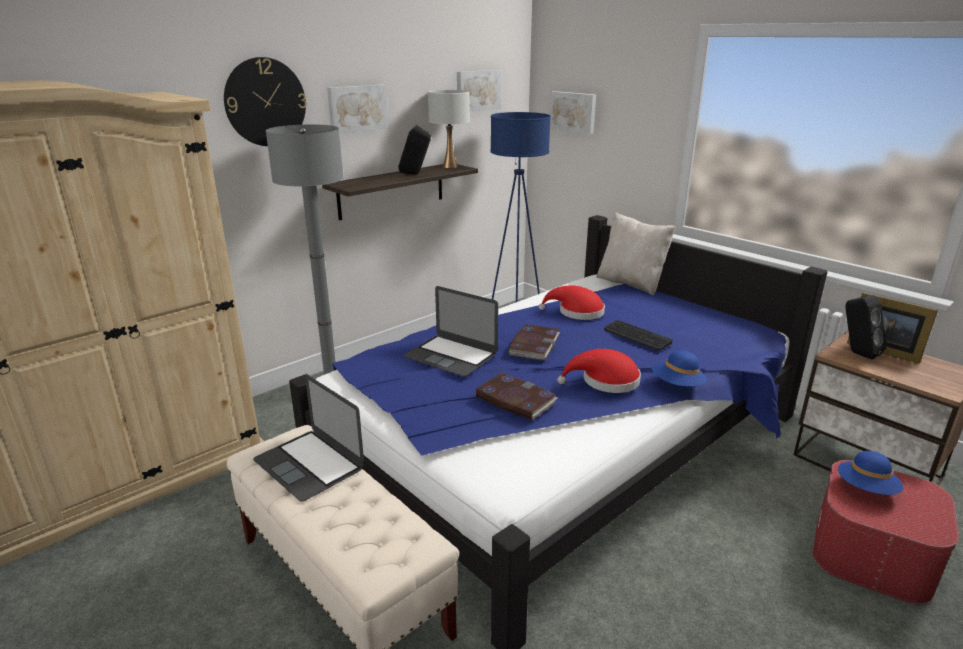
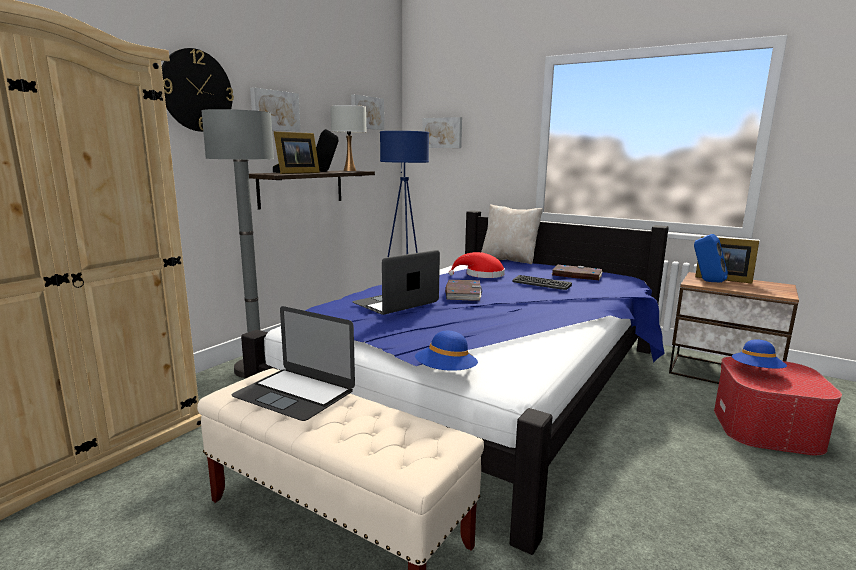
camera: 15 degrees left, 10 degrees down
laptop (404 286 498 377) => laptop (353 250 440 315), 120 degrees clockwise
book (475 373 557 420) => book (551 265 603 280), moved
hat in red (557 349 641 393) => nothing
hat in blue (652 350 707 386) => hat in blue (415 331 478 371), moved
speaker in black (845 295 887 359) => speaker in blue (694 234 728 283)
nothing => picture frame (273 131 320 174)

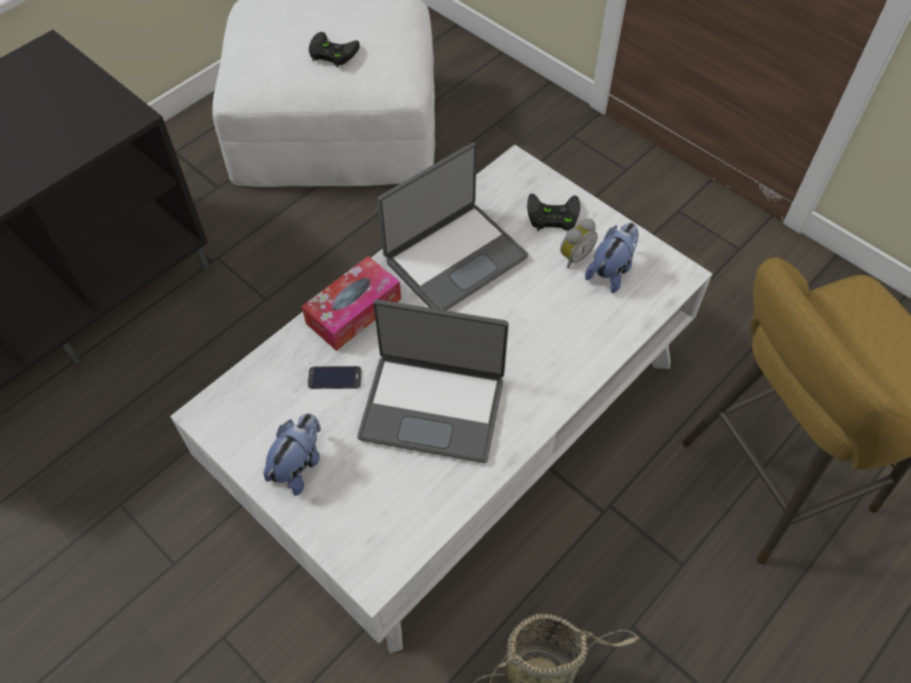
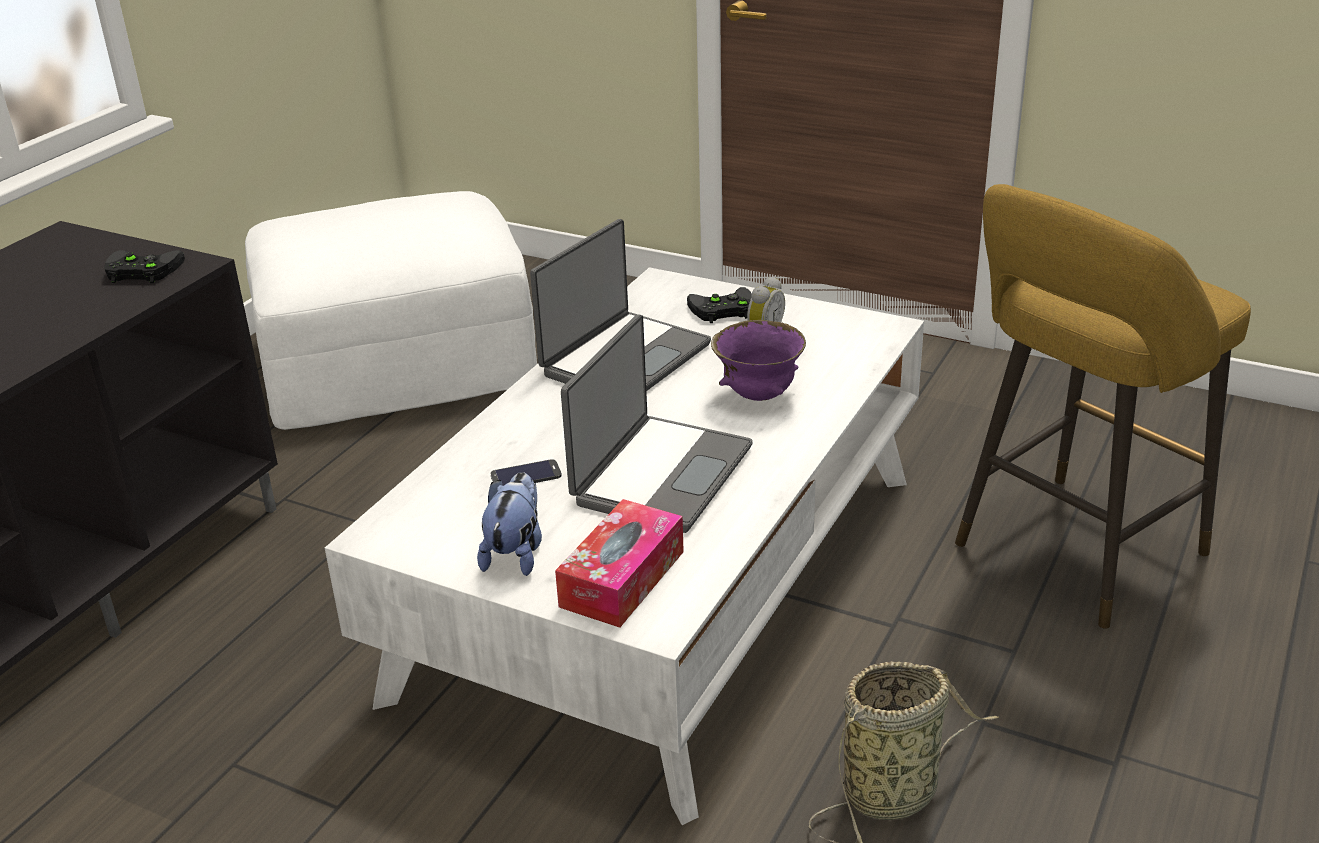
camera: 15 degrees left, 25 degrees down
tissue box (302 256 401 351) => tissue box (555 499 684 628), moved
game controller in black (309 32 360 67) => game controller in black (104 250 185 283), moved
laptop (357 299 509 463) => laptop (561 314 752 533), 60 degrees counterclockwise
plush toy (585 223 639 293) => nothing
nothing => bowl in purple (711 320 806 401)

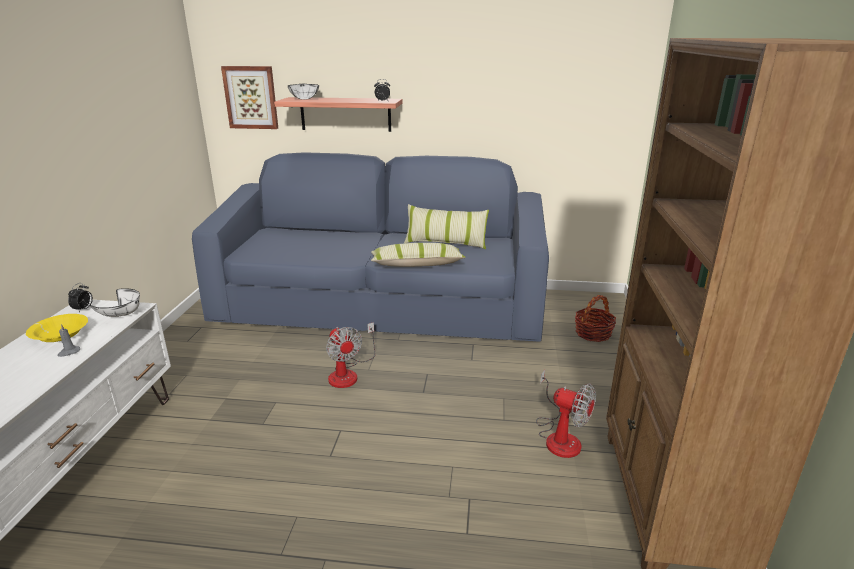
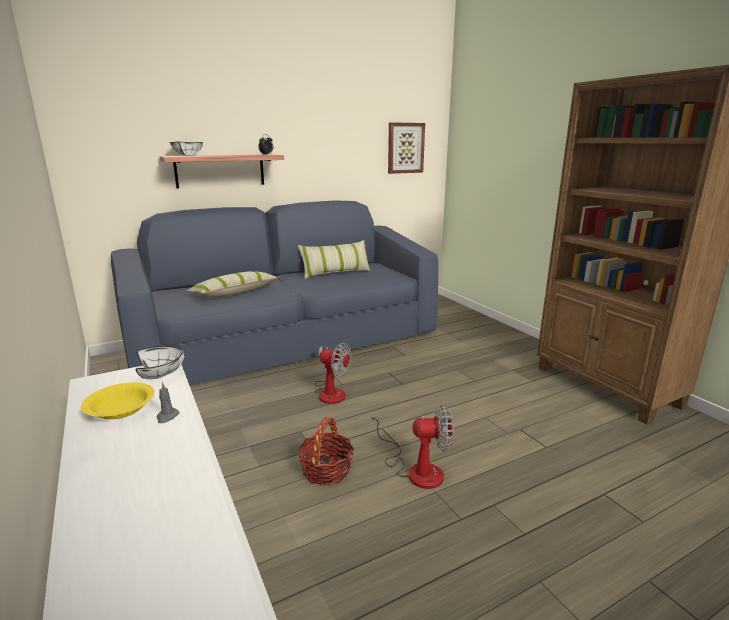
camera: 35 degrees left, 5 degrees down
alarm clock (68 283 93 312) => nothing
picture (221 66 278 129) => picture (388 122 425 174), moved
pillow (371 243 466 267) => pillow (187 271 279 298), moved
fan (536 370 596 458) => fan (371 405 454 489), moved
basket (575 295 616 342) => basket (298 417 354 486), moved

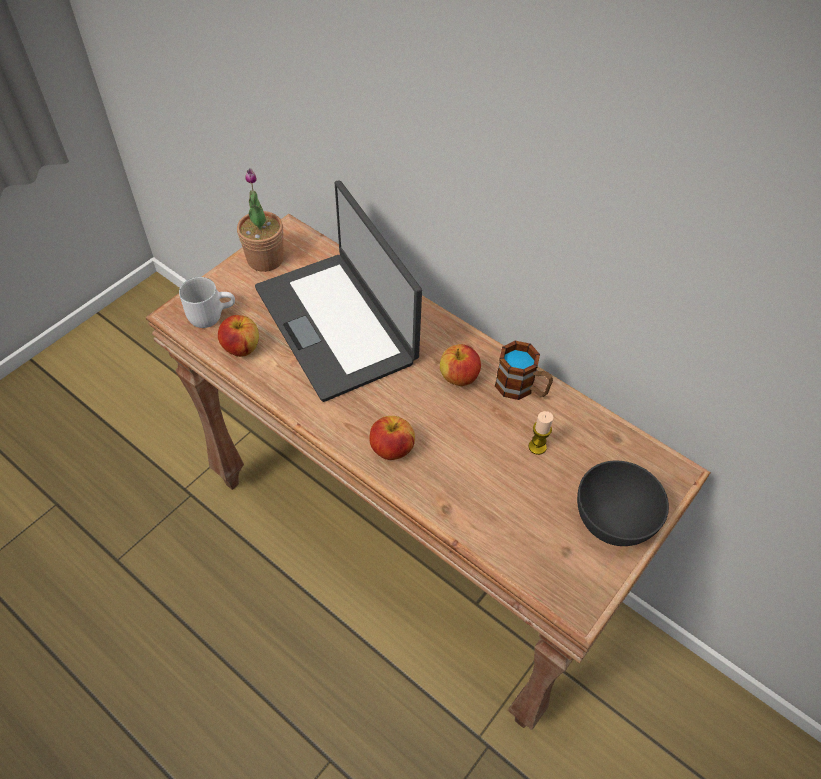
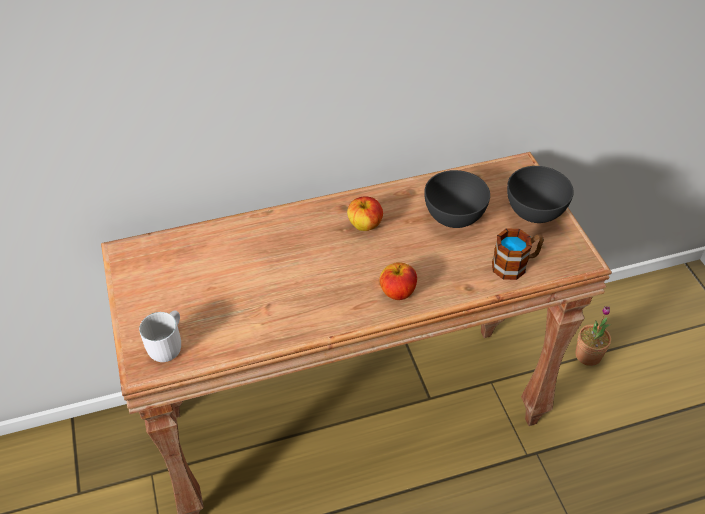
camera: 55 degrees left, 5 degrees down
apple (218 315 259 357) => nothing
potted plant (237 168 284 272) => potted plant (575 306 611 366), moved
laptop (255 180 422 402) => nothing
mug (495 341 553 400) => mug (492 228 544 280), moved
candle (528 411 553 455) => bowl in grey (424 170 490 228)

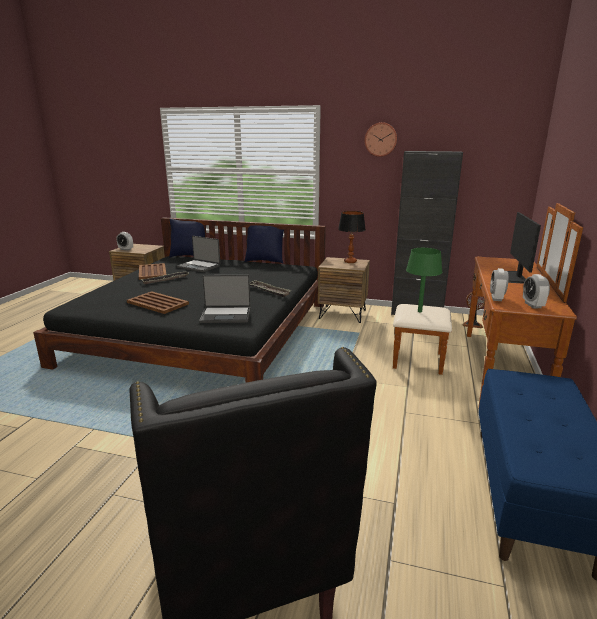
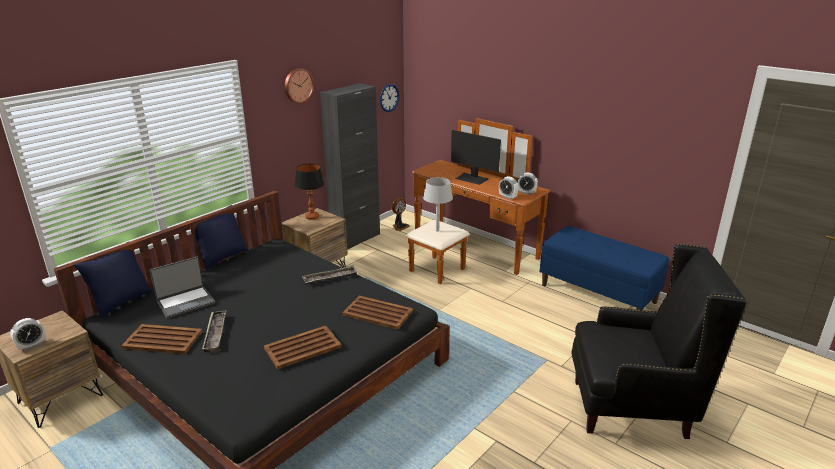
camera: 65 degrees left, 5 degrees up
laptop (199 275 251 323) => tray in brown (342 296 413 330)
table lamp in green (406 248 443 312) => table lamp in grey (423 177 453 232)
nothing => wall clock (380 84 399 112)

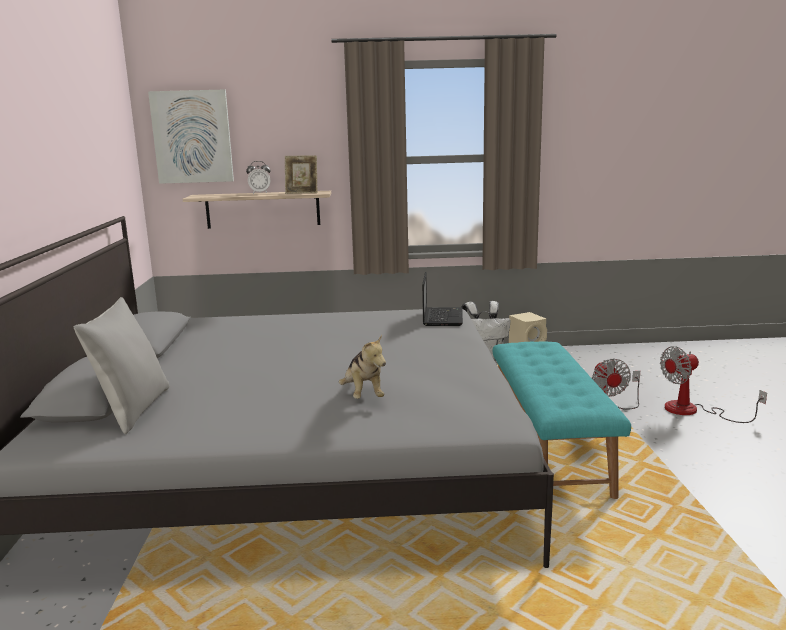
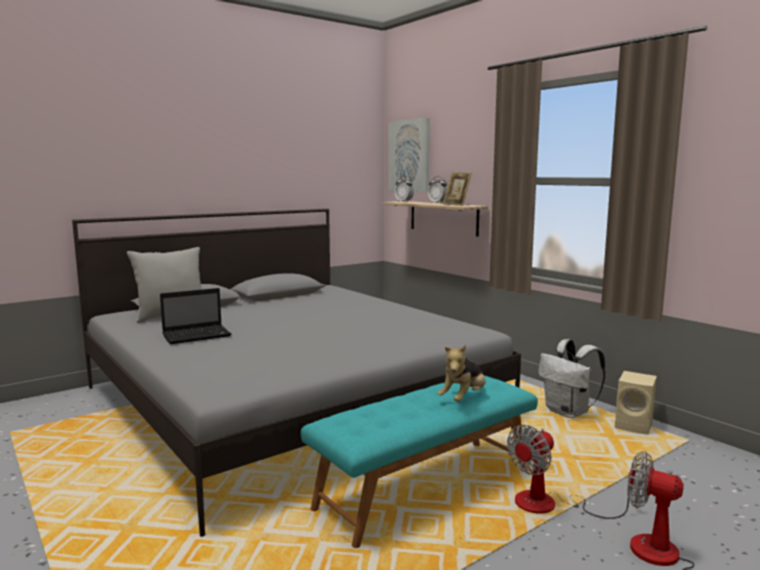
camera: 55 degrees right, 5 degrees down
plush toy (339 335 386 399) => plush toy (437 345 486 402), moved
laptop (422 271 463 326) => laptop (160 288 231 344), moved
nothing => alarm clock (395 176 414 202)

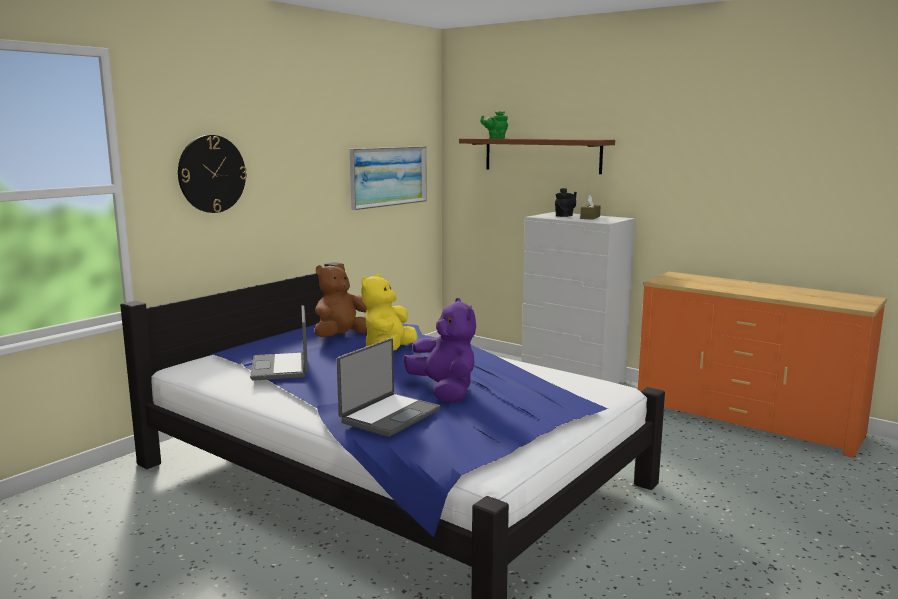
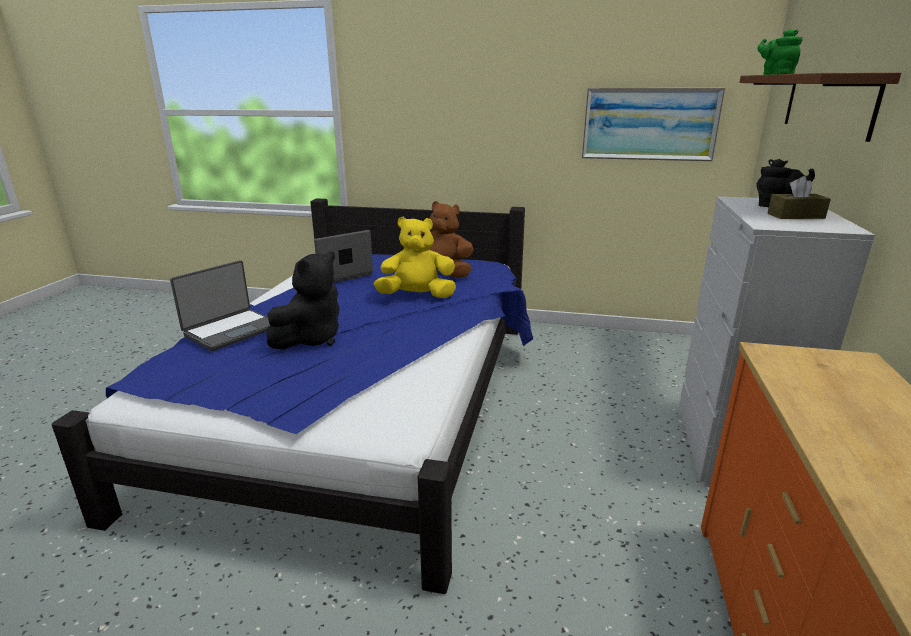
camera: 65 degrees right, 10 degrees up
wall clock (178 135 247 213) => nothing
laptop (337 338 440 437) => laptop (170 260 270 351), 60 degrees counterclockwise
plush toy in purple (403 298 476 402) => plush toy in black (267 251 339 350)

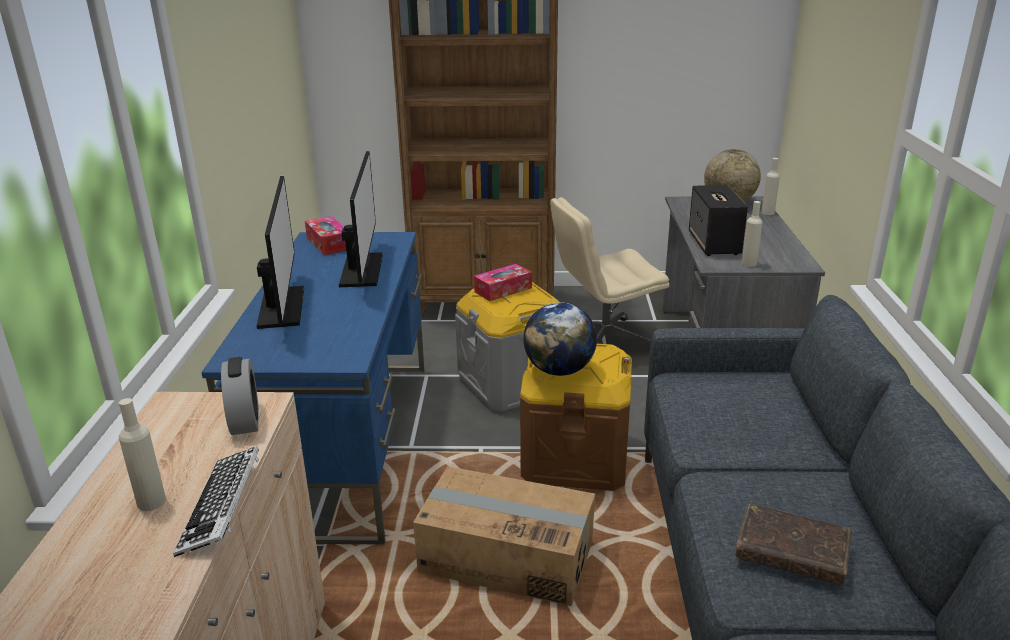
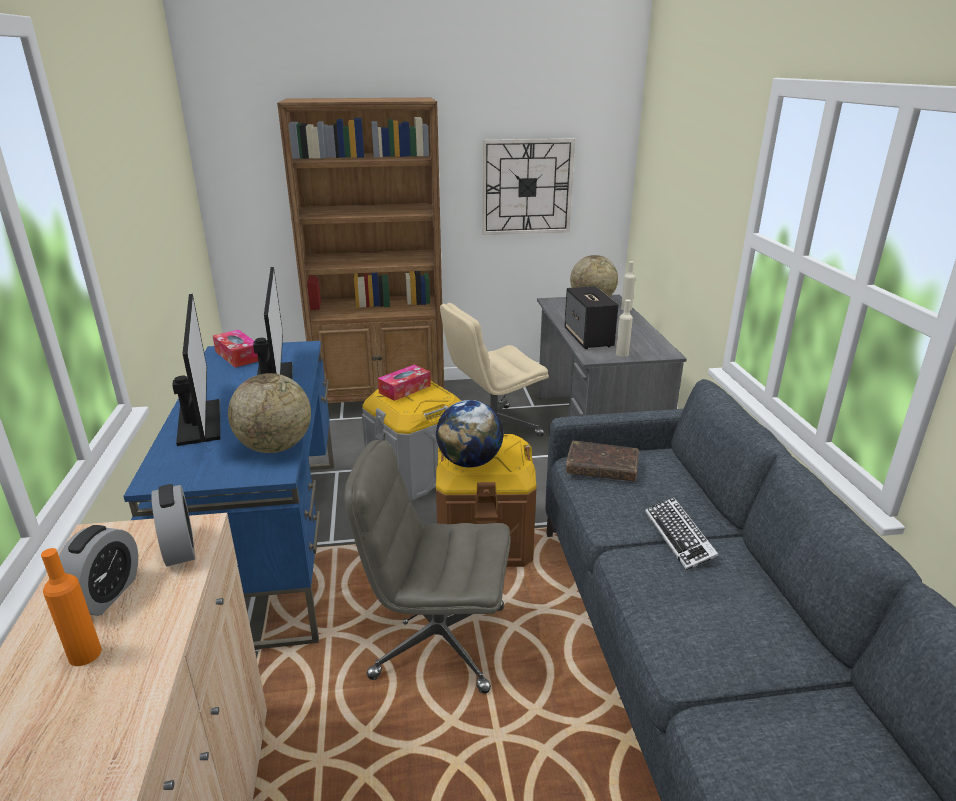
camera: 10 degrees left, 0 degrees up
bottle in beige (119 398 166 511) => bottle in orange (41 548 102 666)
keyboard (173 447 259 557) => keyboard (645 497 719 570), moved
cardboard box (413 466 595 606) => office chair in grey (344 440 511 694)
book in brown (735 503 852 586) => book in brown (566 440 639 481), moved
nothing => alarm clock (59 525 138 616)
nothing => globe (228 373 311 453)
nothing => wall clock (482 139 575 235)

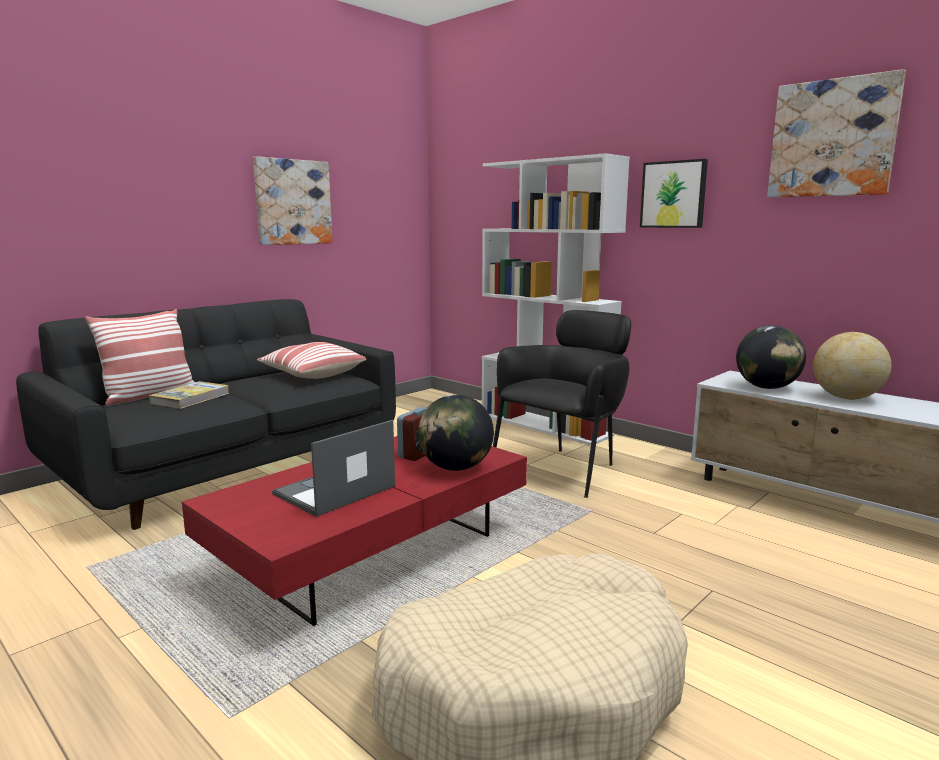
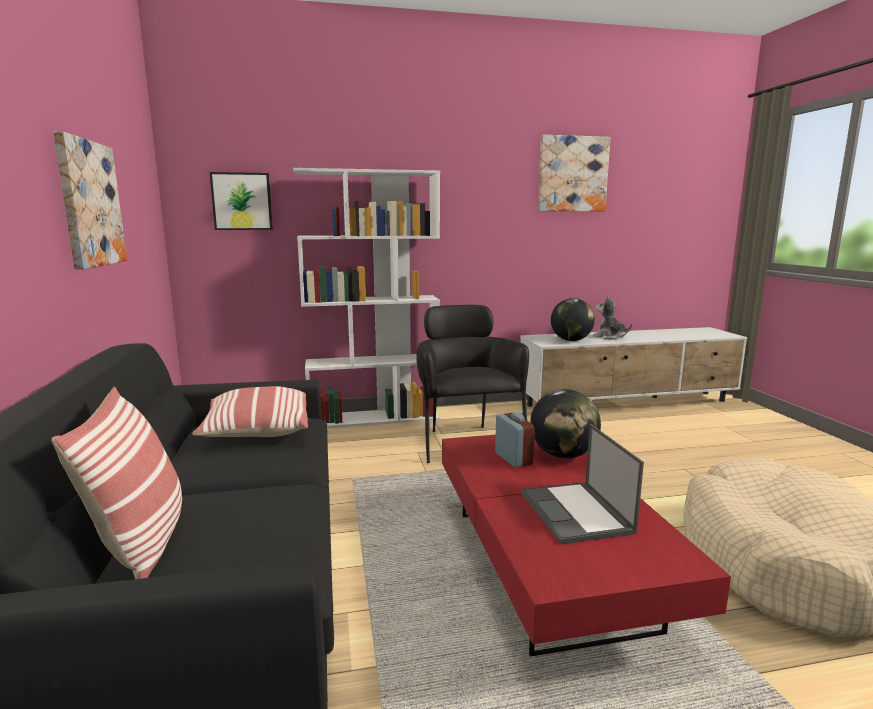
camera: 55 degrees left, 0 degrees up
book (149 381 229 409) => nothing
picture (640 159 708 228) => picture (210 172 273 230), moved
globe (813 332 892 400) => plush toy (593 296 632 340)

